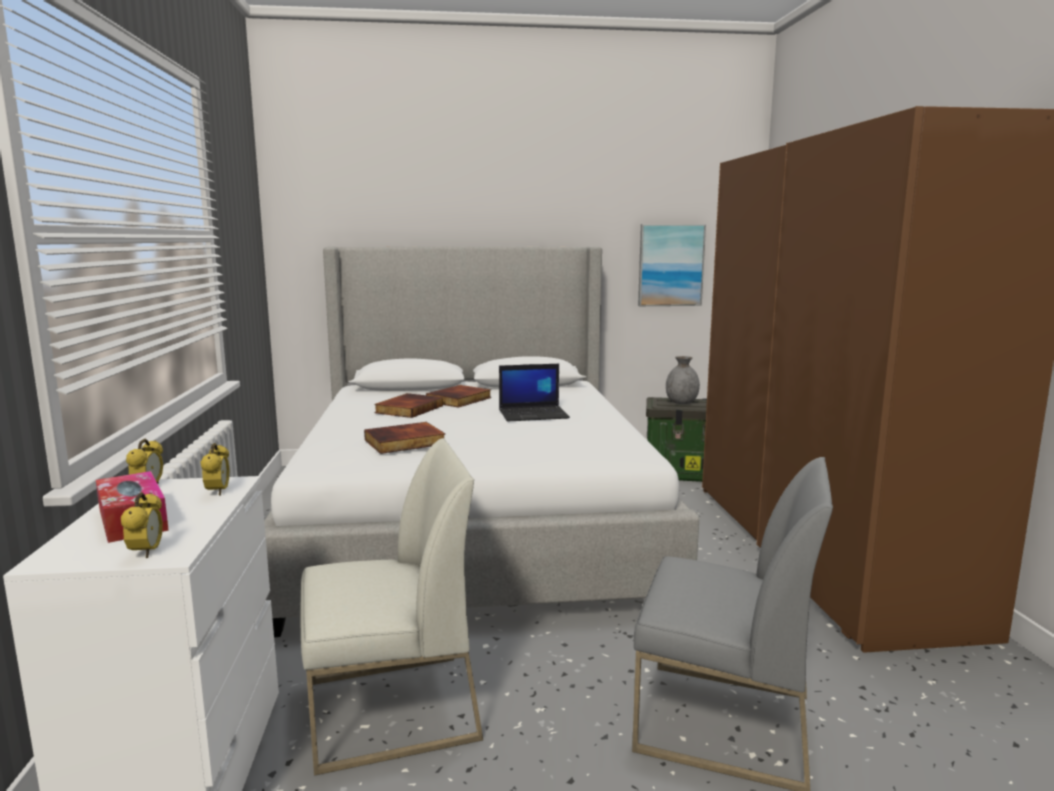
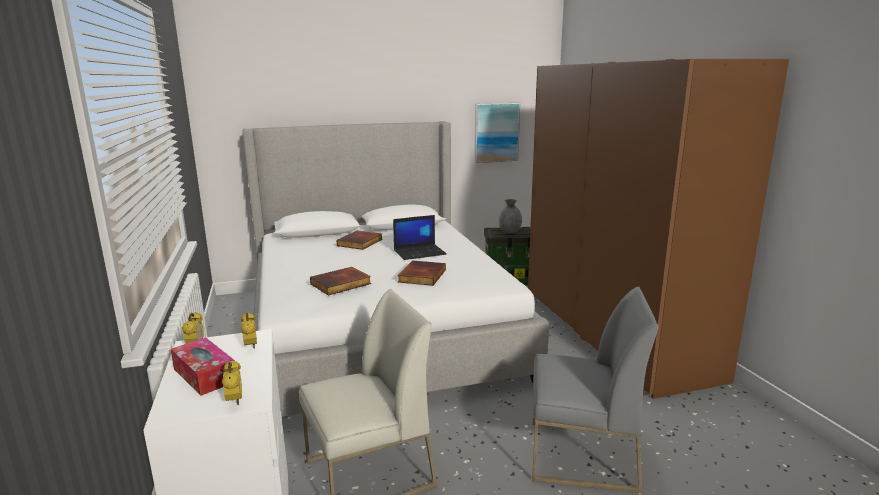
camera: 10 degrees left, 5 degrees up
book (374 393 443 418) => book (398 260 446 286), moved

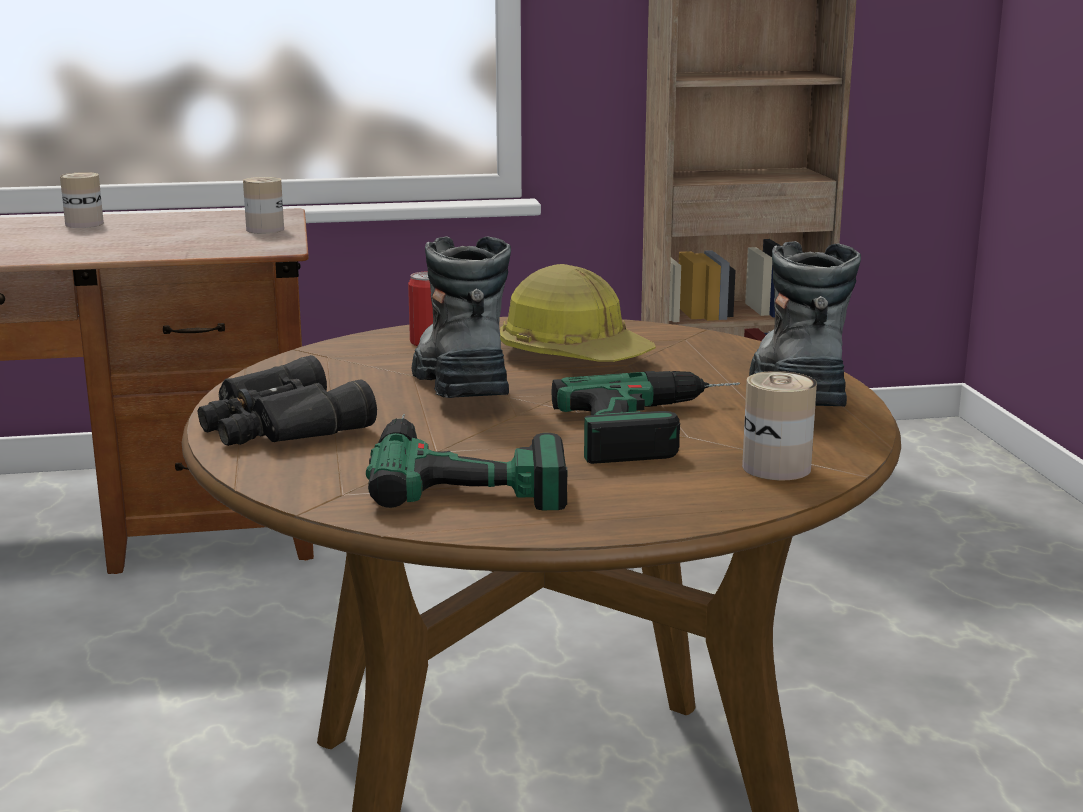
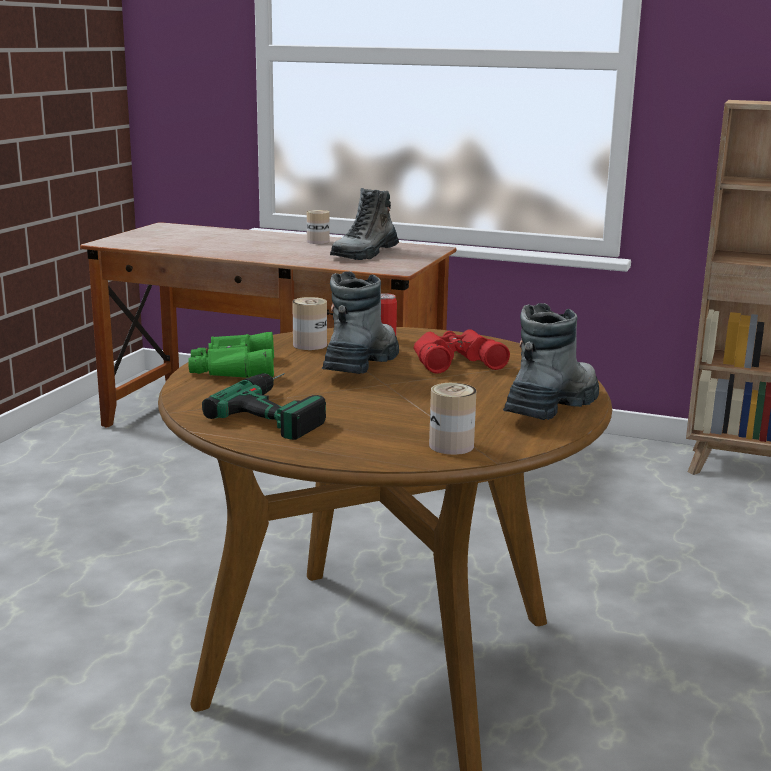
camera: 30 degrees right, 0 degrees up
binoculars in black (197 355 377 446) => binoculars in green (188 332 274 378)
can (243 177 284 233) => can (292 297 327 350), moved
hard hat (500 264 656 362) => binoculars in red (414 329 510 374)
power drill (551 371 740 464) => nothing
nothing => boot (330 188 399 260)

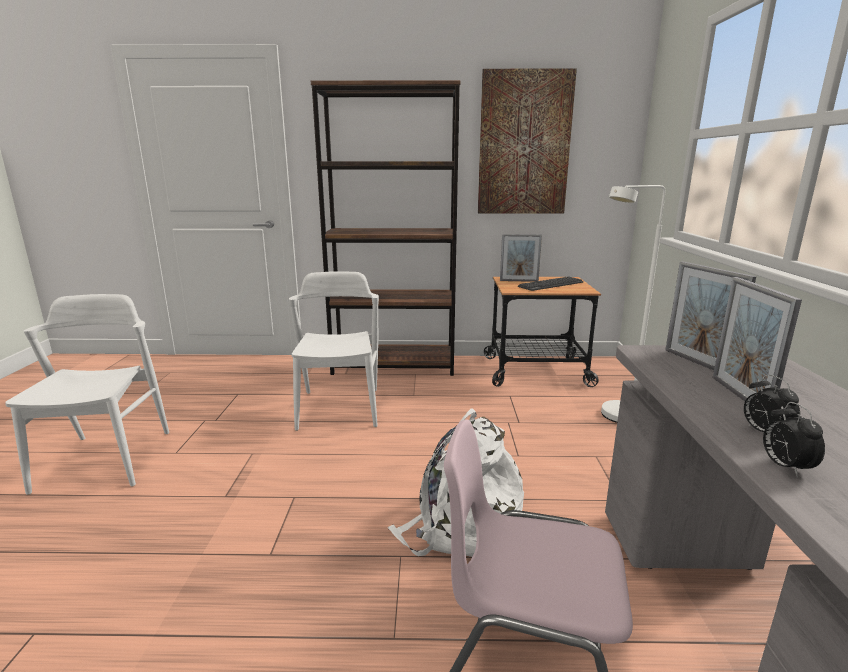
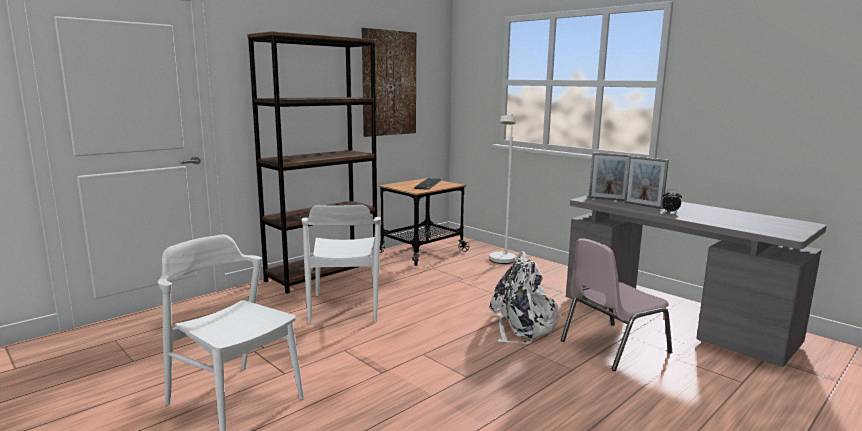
camera: 45 degrees left, 5 degrees down
chair in white (289 271 379 431) => chair in white (301 205 381 324), 135 degrees counterclockwise
picture frame (500 234 542 282) => nothing
alarm clock (763 402 825 477) => nothing

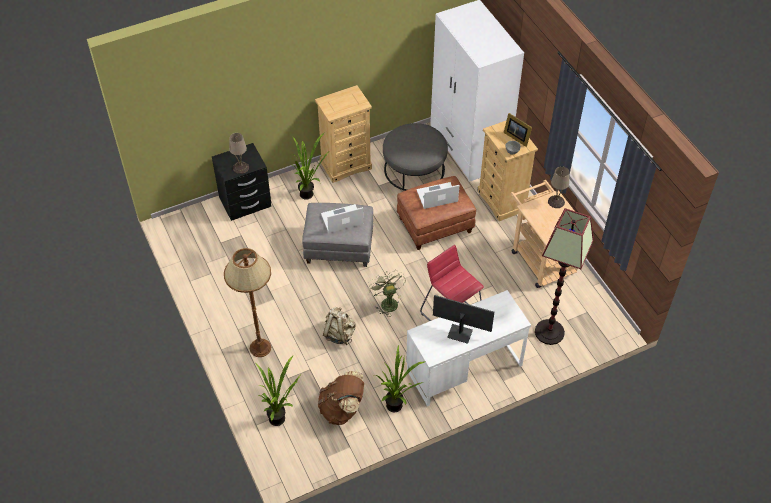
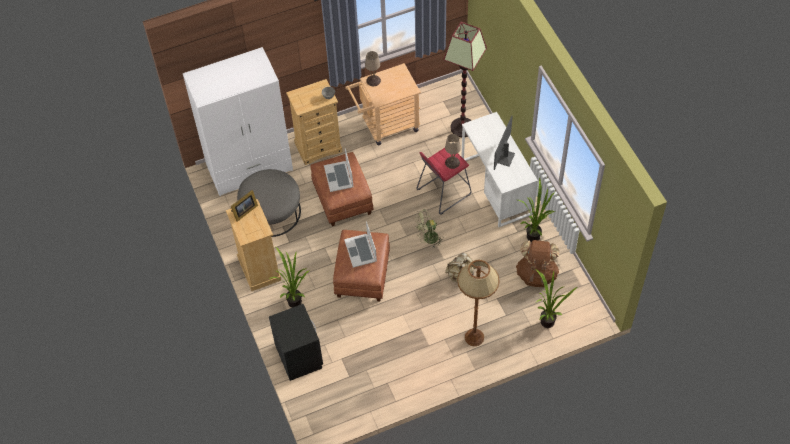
camera: 85 degrees left, 5 degrees up
table lamp in beige (229 133 249 174) => table lamp in beige (445 134 461 169), moved
ottoman in grey (302 203 373 267) => ottoman in brown (333 230 390 301)
picture frame (504 113 532 147) => picture frame (231 190 258 222), moved

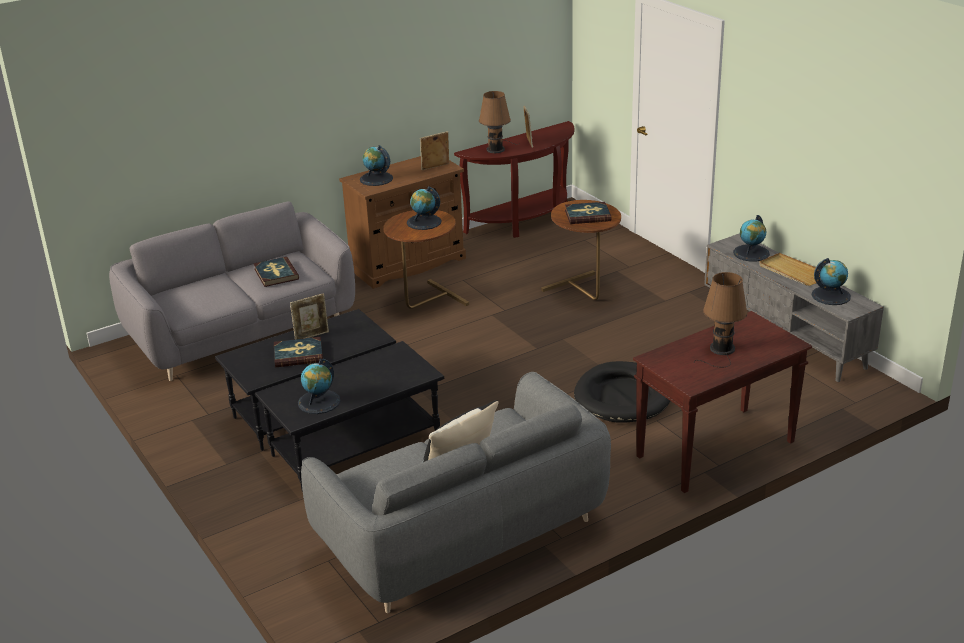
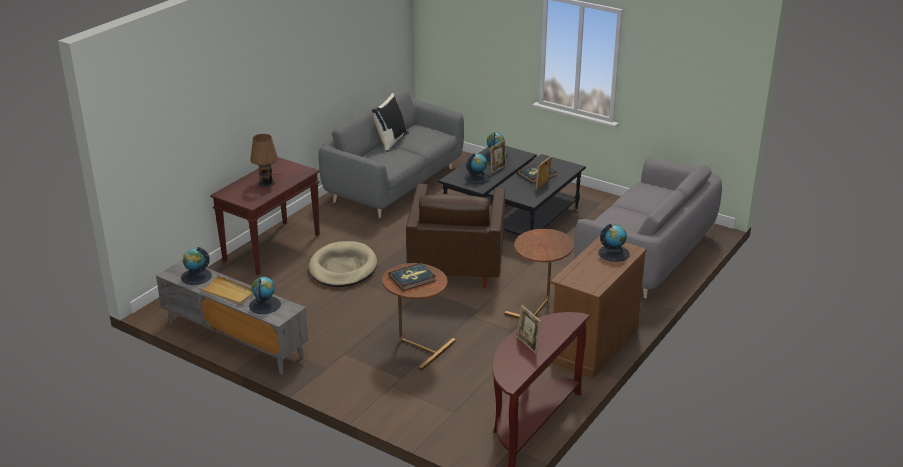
camera: 155 degrees right, 0 degrees up
book (254 257 299 287) => nothing
globe (407 186 442 230) => globe (465 153 490 184), moved
picture frame (420 131 449 170) => picture frame (490 140 506 173), moved
table lamp in brown (479 91 520 153) => nothing
dog bed in black (574 361 670 423) => dog bed in beige (309 241 377 287)
nothing => armchair in brown (406 184 505 288)

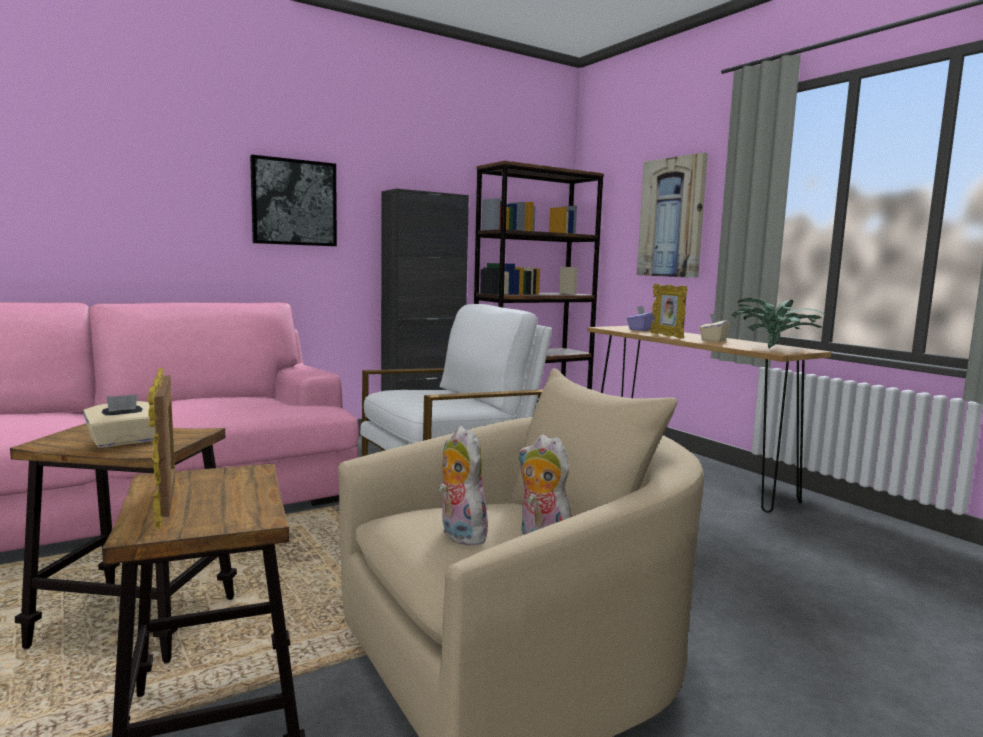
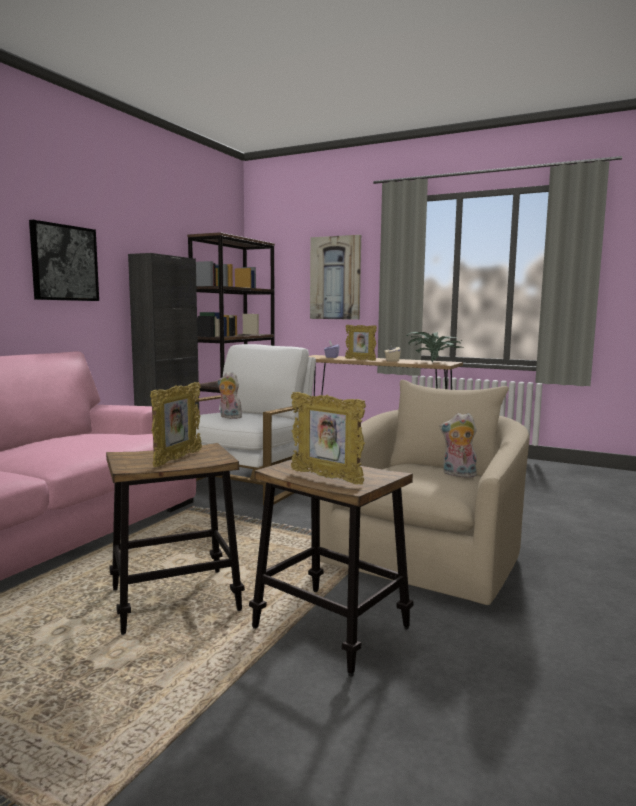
camera: 30 degrees left, 0 degrees up
tissue box in beige (83 394 156 448) => picture frame (150 382 202 467)
plush toy (438 426 488 546) => plush toy (217 372 242 419), moved

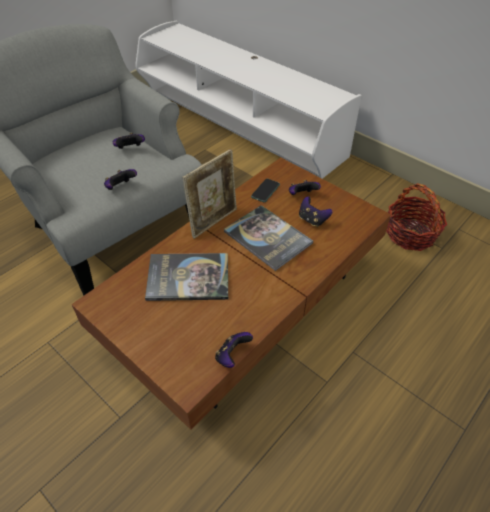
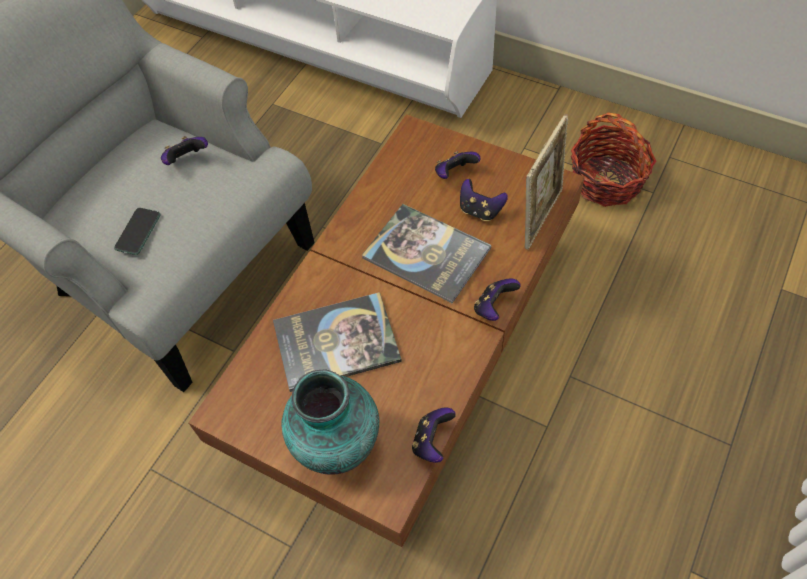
camera: 10 degrees left, 10 degrees up
game controller (104 169 137 190) => game controller (474 278 521 321), moved
picture frame (182 149 237 239) => picture frame (525 114 568 250), moved
phone (251 179 280 202) => phone (114 208 160 255), moved
nothing => vase (281 369 379 475)

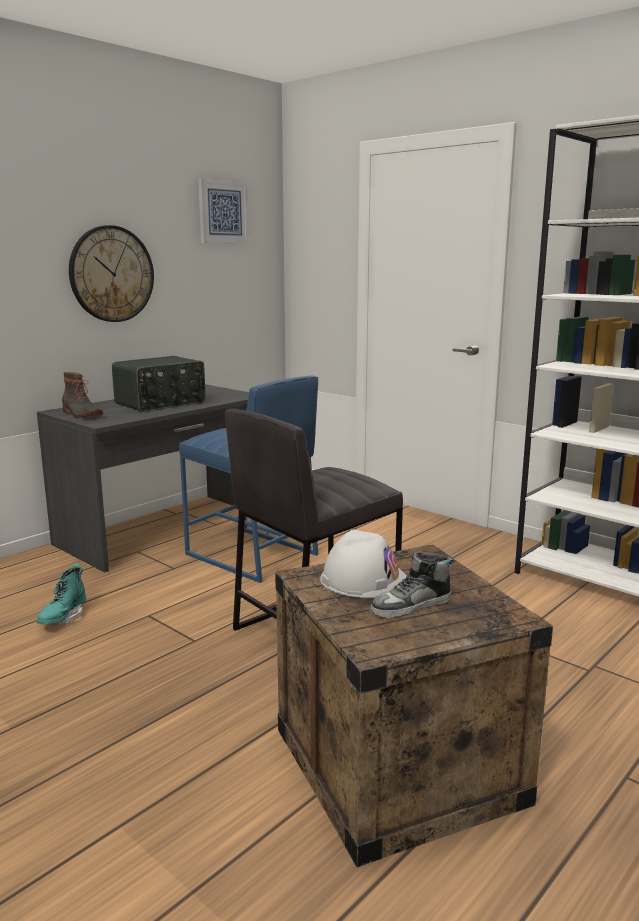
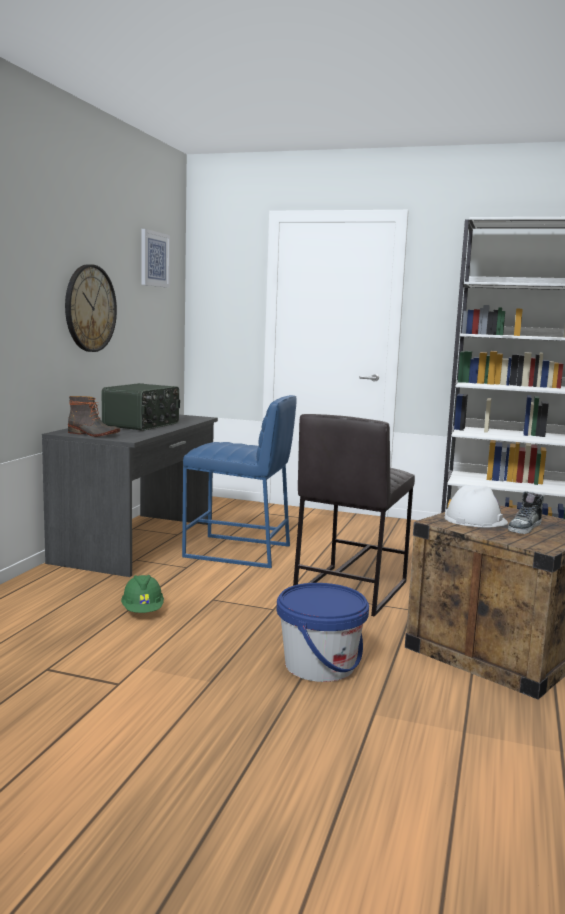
camera: 25 degrees left, 5 degrees down
boot in turquoise (37 563 86 626) => hard hat in green (121 575 164 613)
nothing => bucket in blue (277 583 369 682)

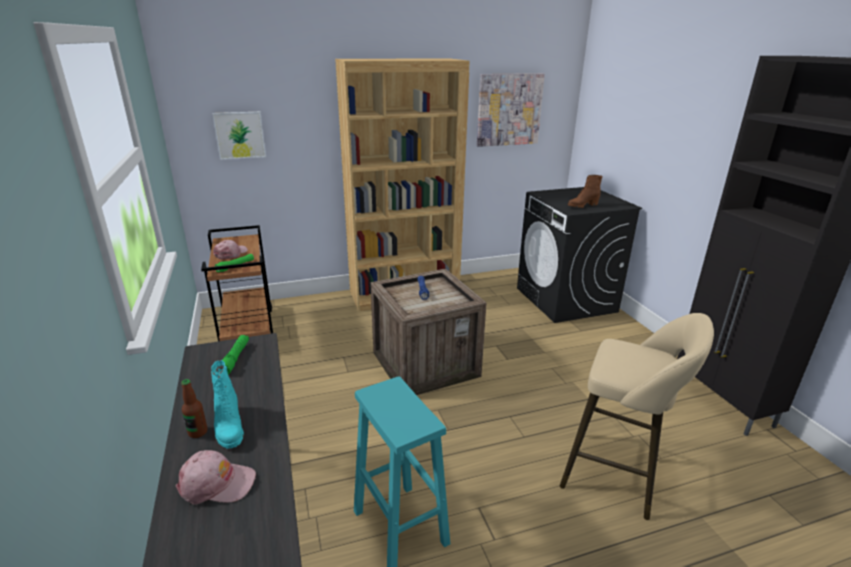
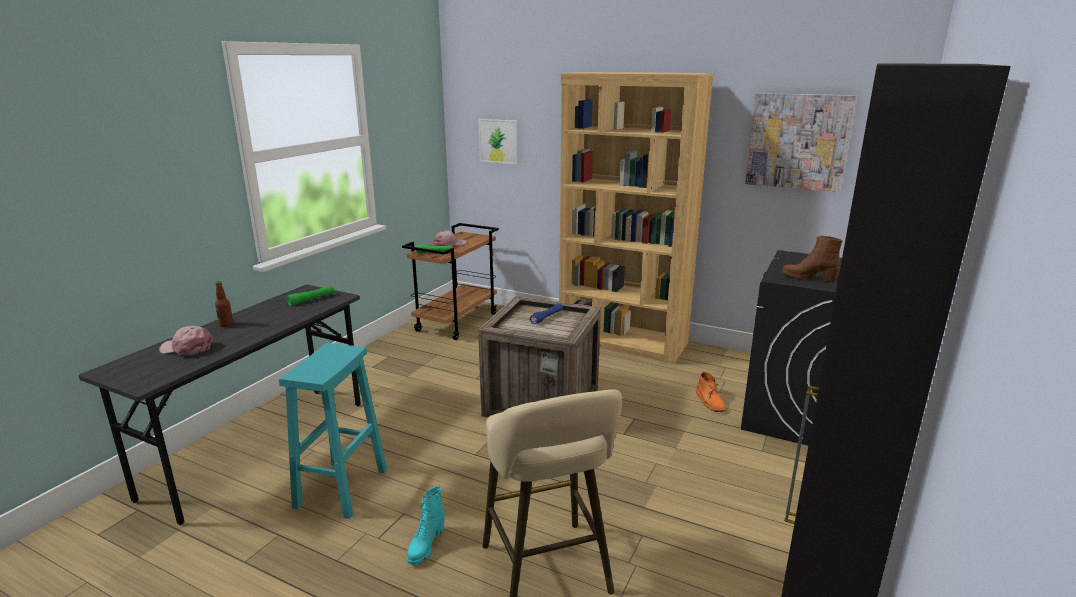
camera: 45 degrees right, 5 degrees down
cap in pink (176 450 256 505) => cap in pink (159 326 212 355), 150 degrees clockwise
boot in turquoise (211 360 244 449) => boot in turquoise (407 486 445 565), moved
nothing => boot in orange (696 372 727 412)

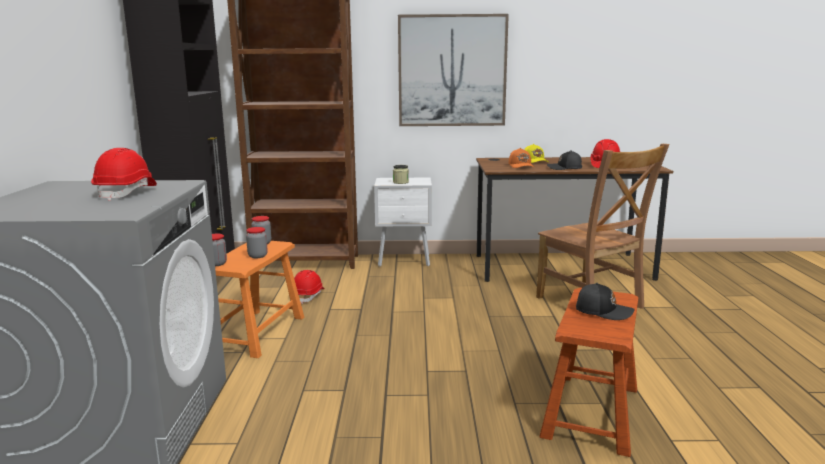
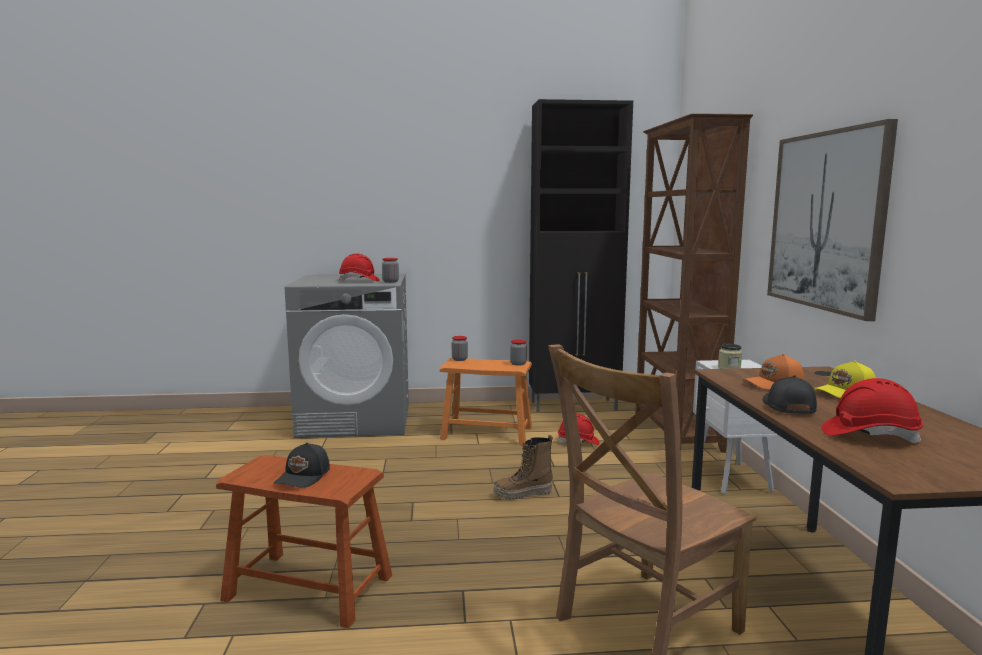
camera: 85 degrees right, 5 degrees down
jar (246 227 268 258) => jar (382 258 399 283), moved
nothing => boot (493 435 553 500)

